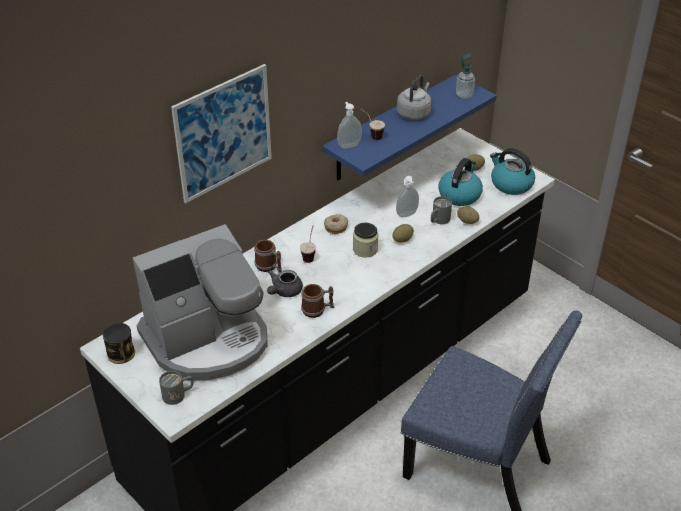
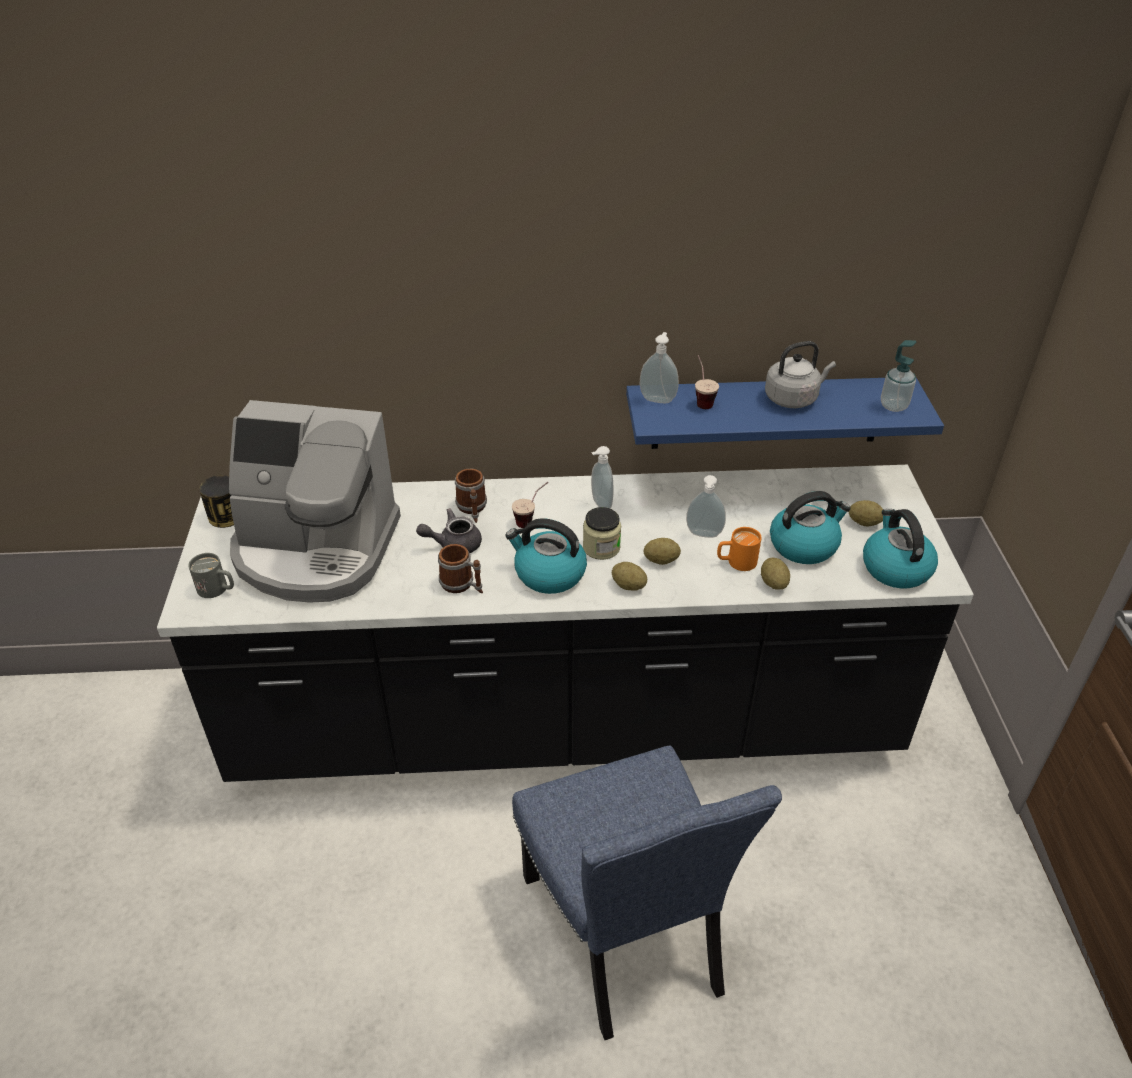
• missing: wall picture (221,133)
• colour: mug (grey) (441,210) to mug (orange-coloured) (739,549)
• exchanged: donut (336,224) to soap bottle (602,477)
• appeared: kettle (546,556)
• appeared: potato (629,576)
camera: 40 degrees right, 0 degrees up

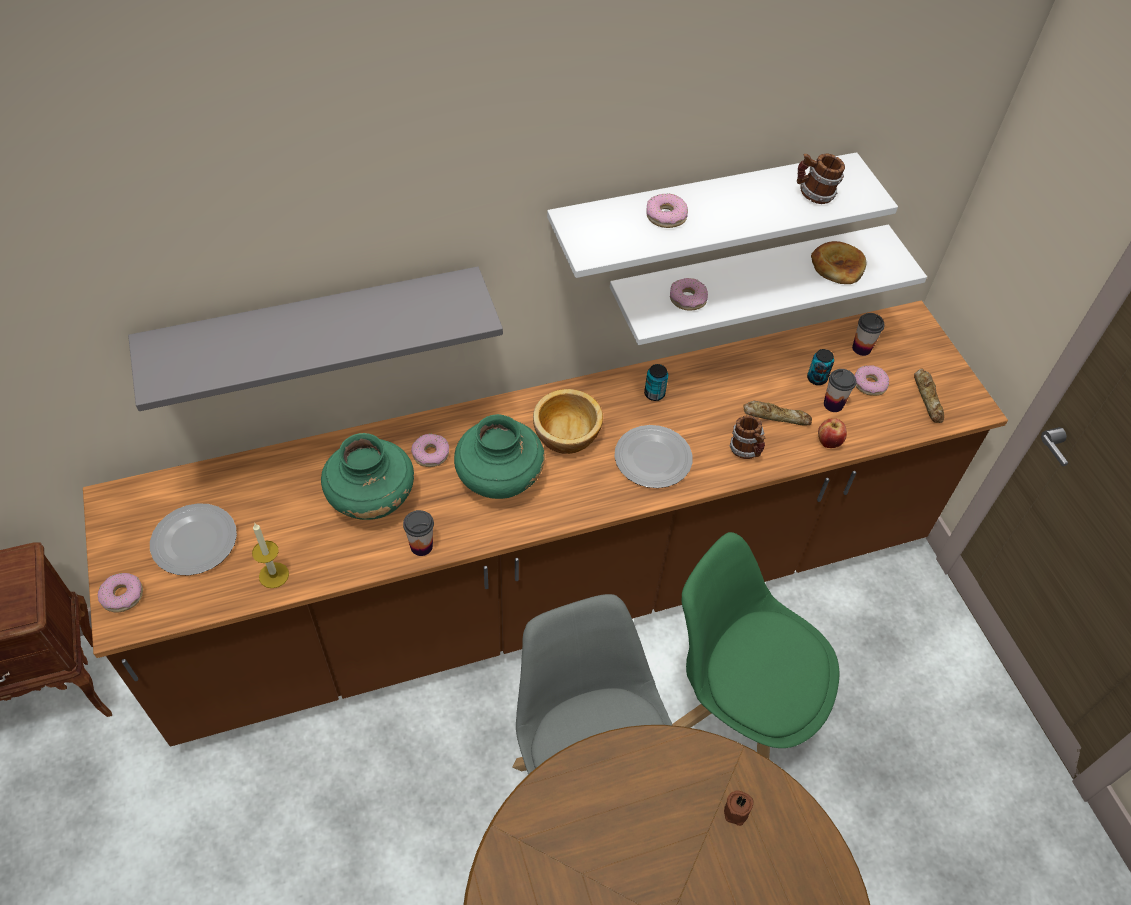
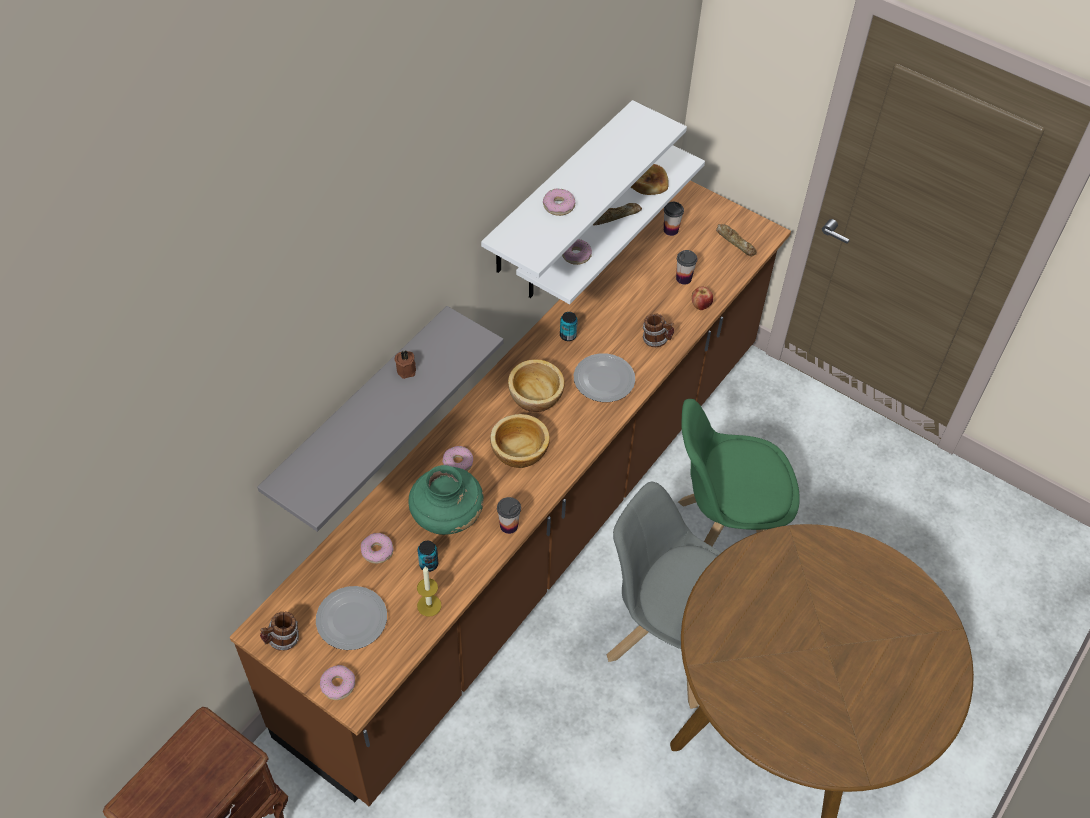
• relocated: mug (821,178) to (279,631)
• relocated: sealed can (820,367) to (427,556)
• relocated: donut (872,380) to (377,548)
• relocated: baked bread (778,413) to (617,214)
• exchanged: flower vase (green) (499,456) to serving bowl (520,441)
• relocated: wax light (brown-coloured) (738,808) to (405,364)
camera: 35 degrees left, 0 degrees up

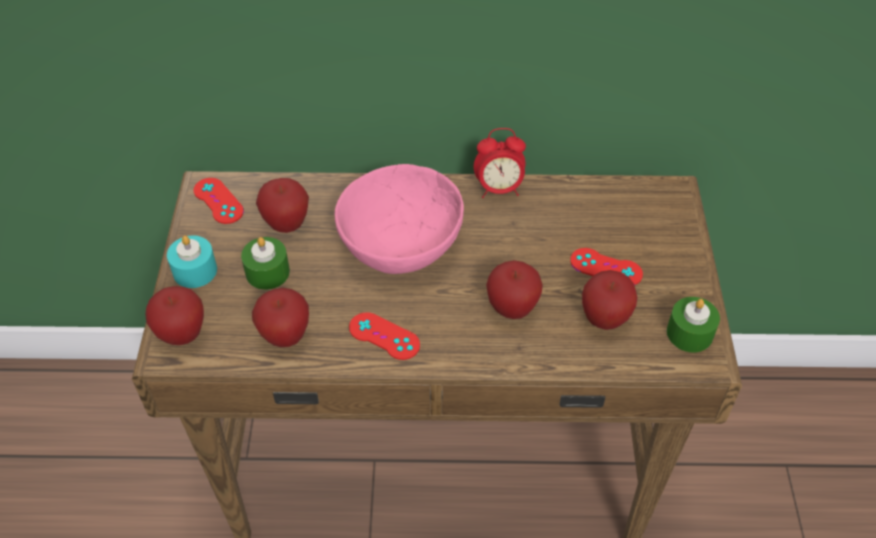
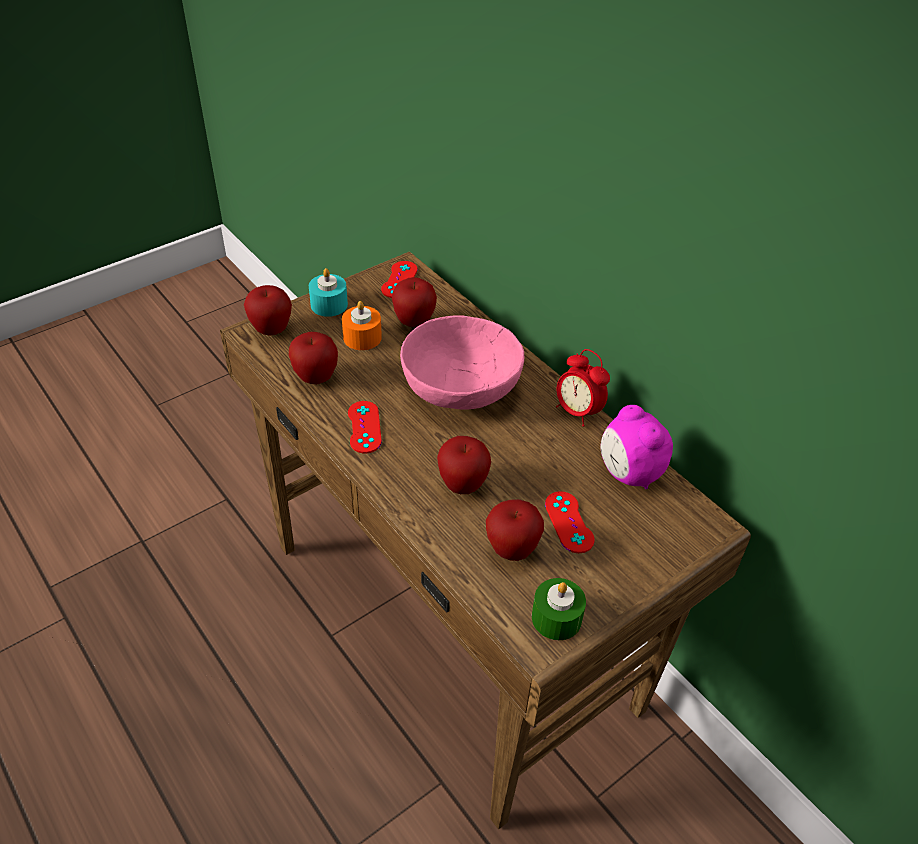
• colour: wax light (green) (265,263) to wax light (orange-coloured) (362,325)
• appeared: alarm clock (637,447)
camera: 50 degrees right, 5 degrees down

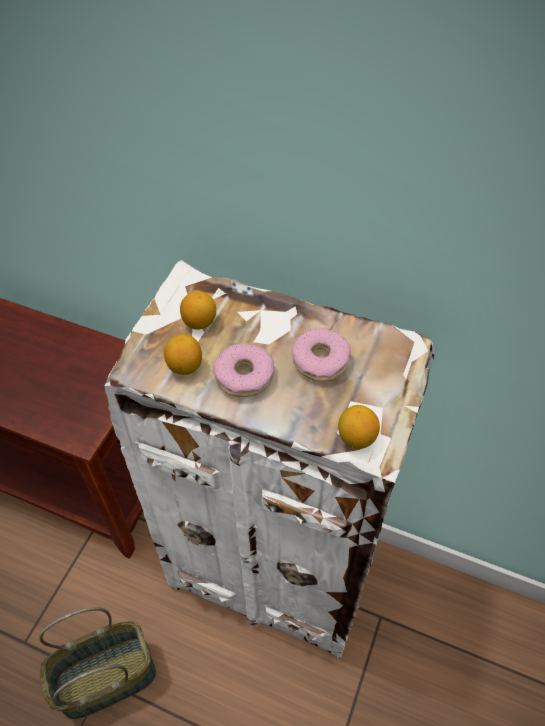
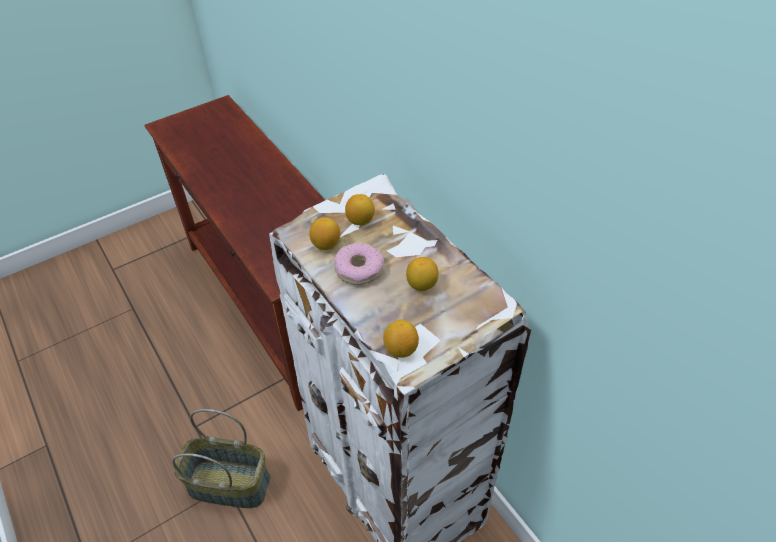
• exchanged: donut (321,355) to citrus fruit (422,274)
camera: 35 degrees right, 5 degrees down

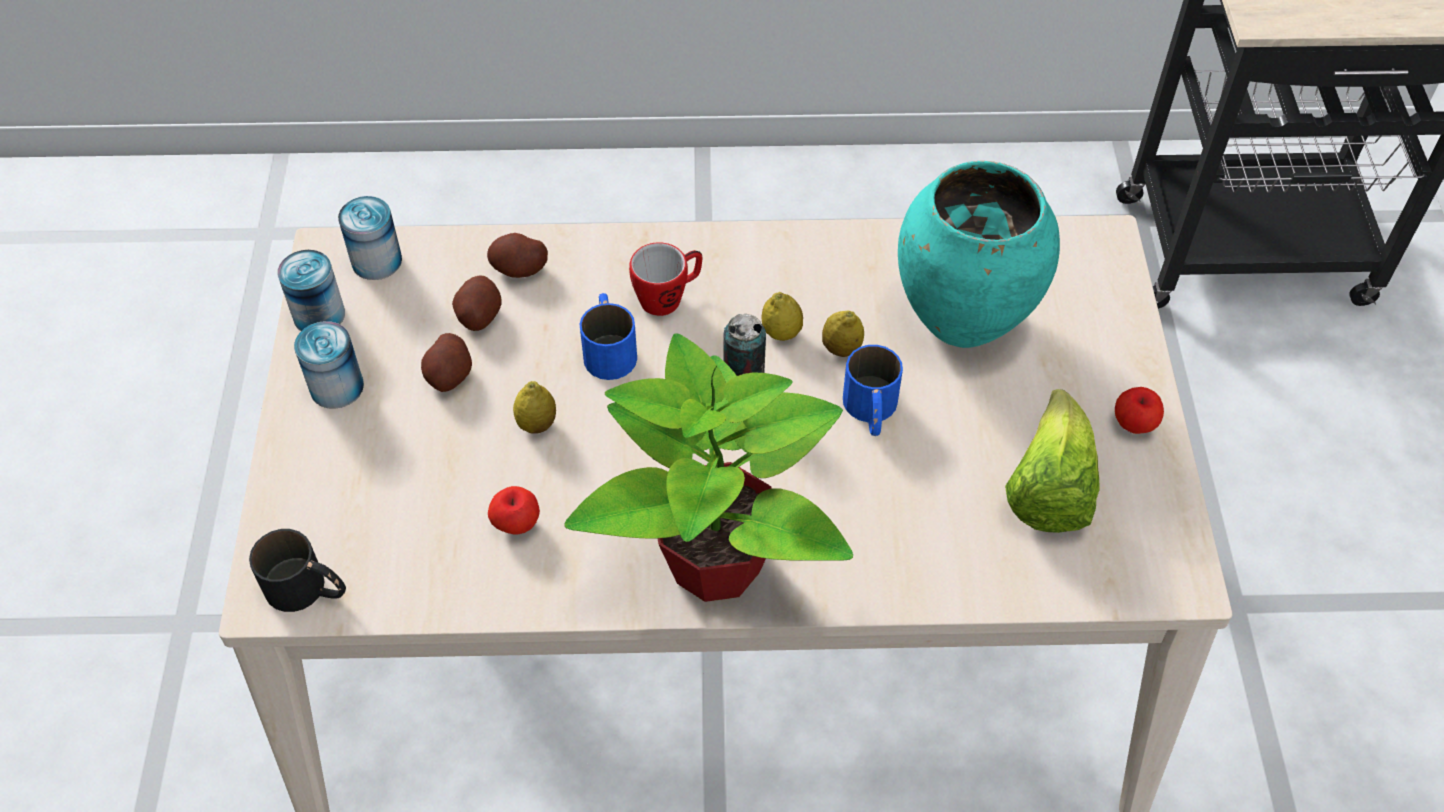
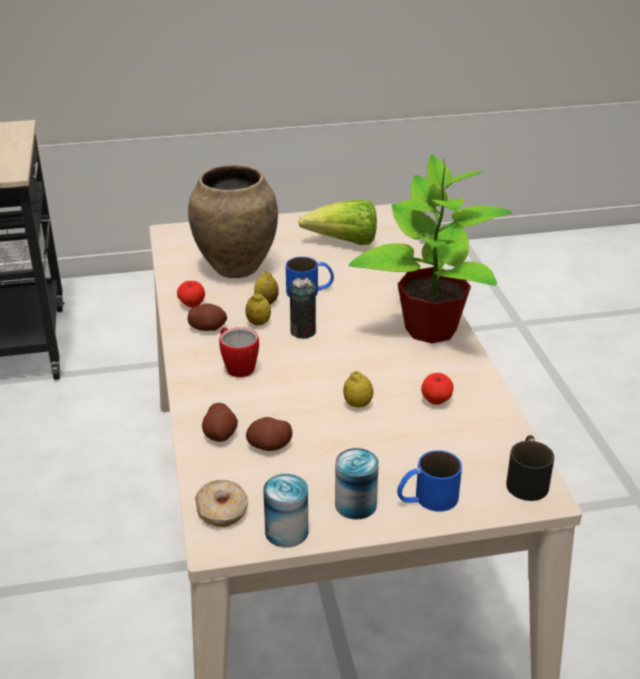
• colour: flower vase (blue-green) (979,254) to flower vase (brown-coloured) (233,221)
• exchanged: sealed can (370,238) to donut (221,503)
• relocated: mug (blue-coloured) (608,336) to (429,480)
• relocated: potato (446,362) to (207,317)
• relocated: apple fruit (1139,410) to (191,294)
camera: 100 degrees left, 20 degrees down

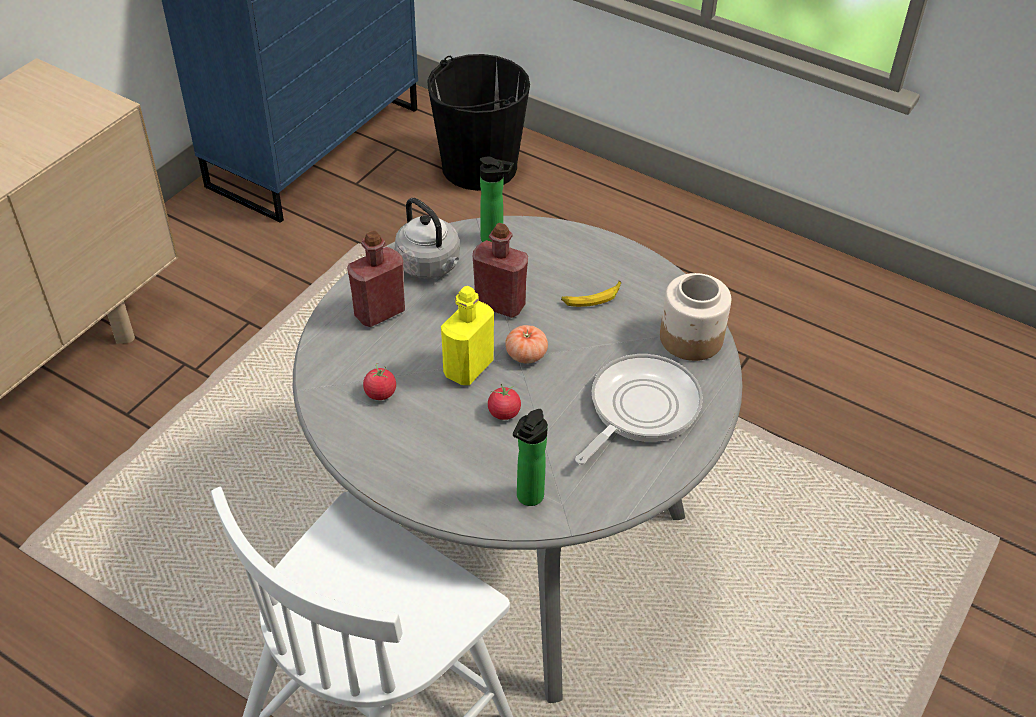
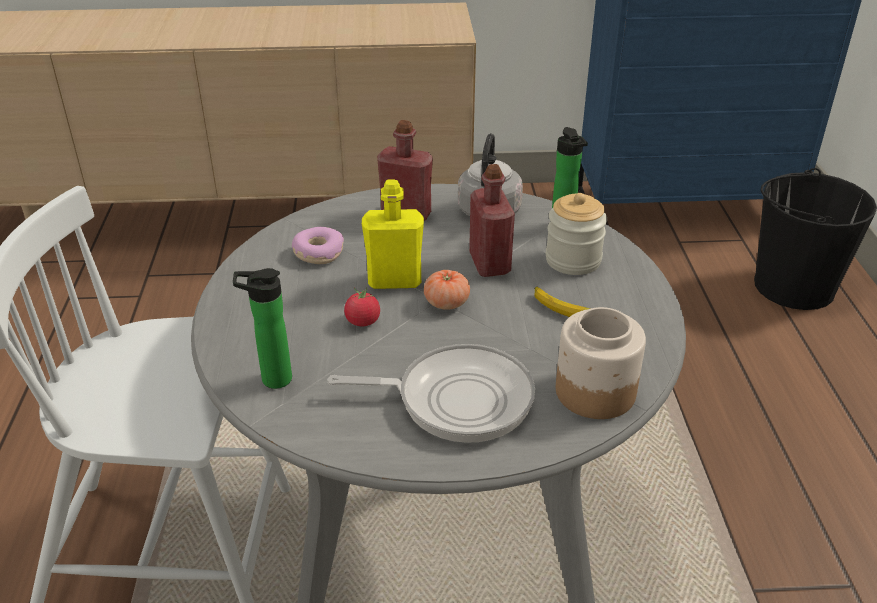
• exchanged: tomato (379,381) to donut (318,245)
• appeared: storage jar (576,234)
camera: 55 degrees right, 10 degrees down

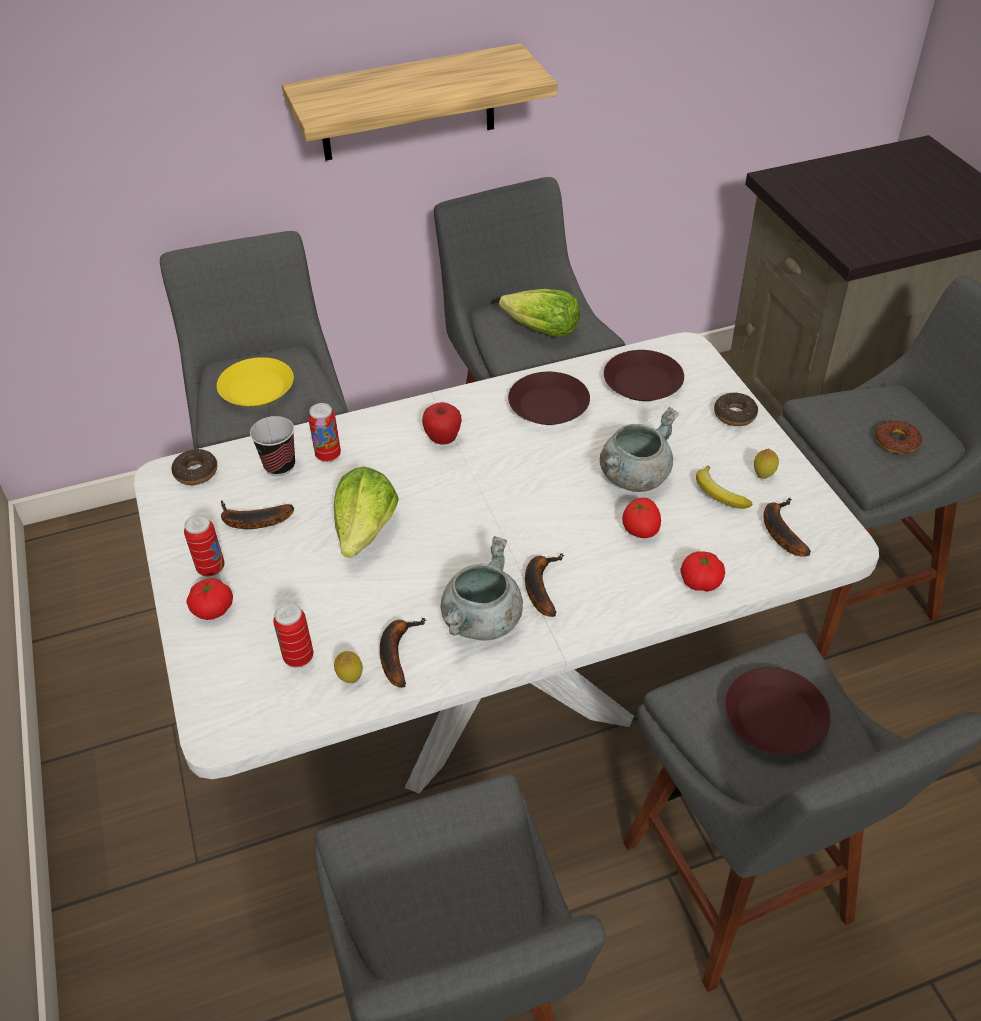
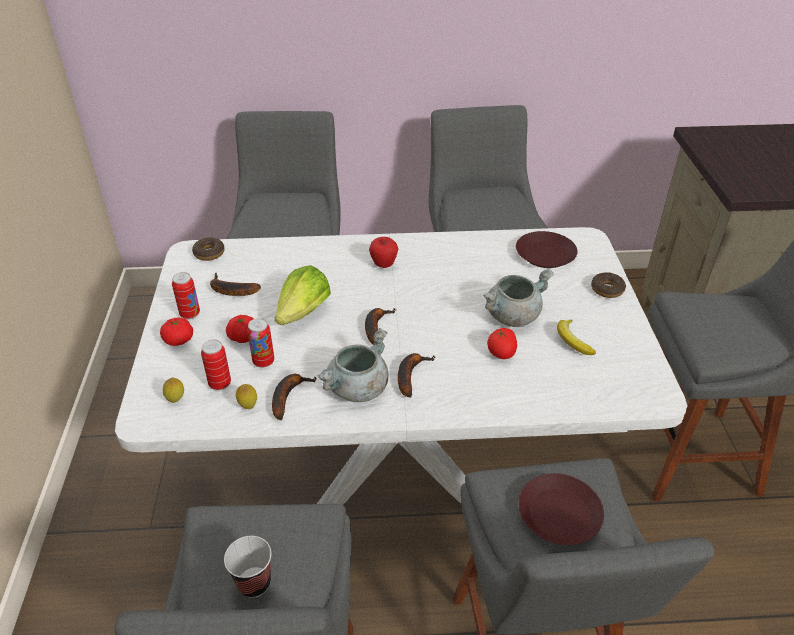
• missing: bracket shelf (420,102)
• missing: lettuce head (539,313)
• missing: flat dish (yellow) (255,382)
• missing: flat dish (brown-coloured) (549,398)
• relocated: sealed can (324,432) to (260,343)
• relocated: cup (272,446) to (248,567)
• missing: donut (898,437)
• relocated: citrus fruit (766,464) to (173,390)
• relocated: banana (787,527) to (380,326)
• relocated: tomato (702,571) to (240,329)
camera: 15 degrees right, 5 degrees down

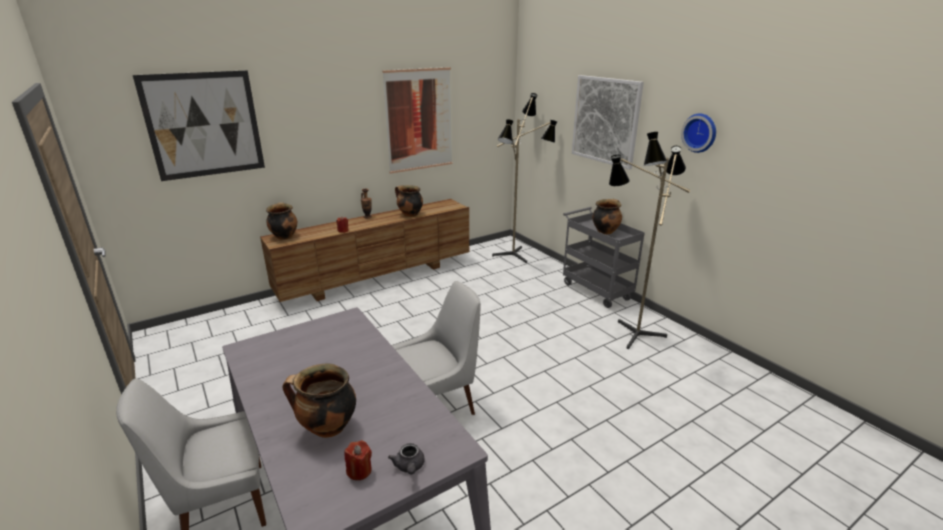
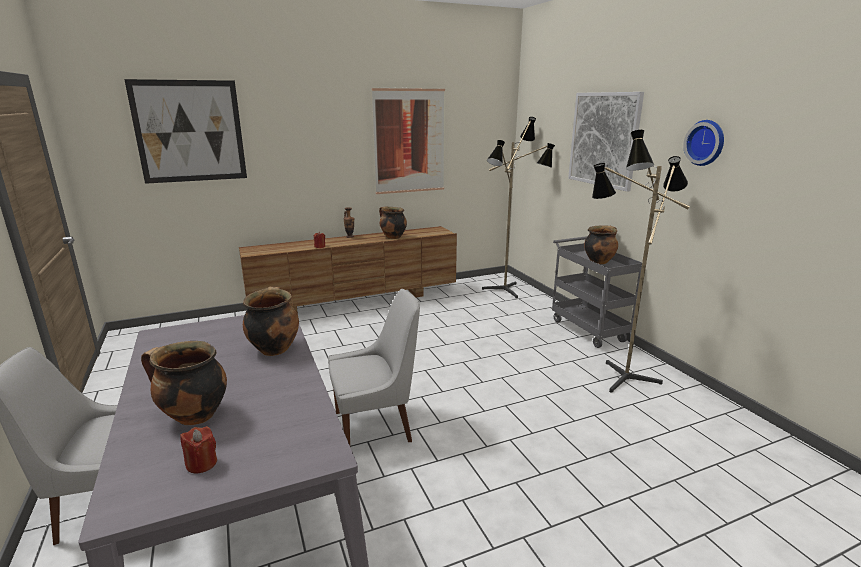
• relocated: stockpot (281,221) to (271,321)
• missing: pot for tea (grey) (406,459)
camera: 10 degrees right, 5 degrees down

